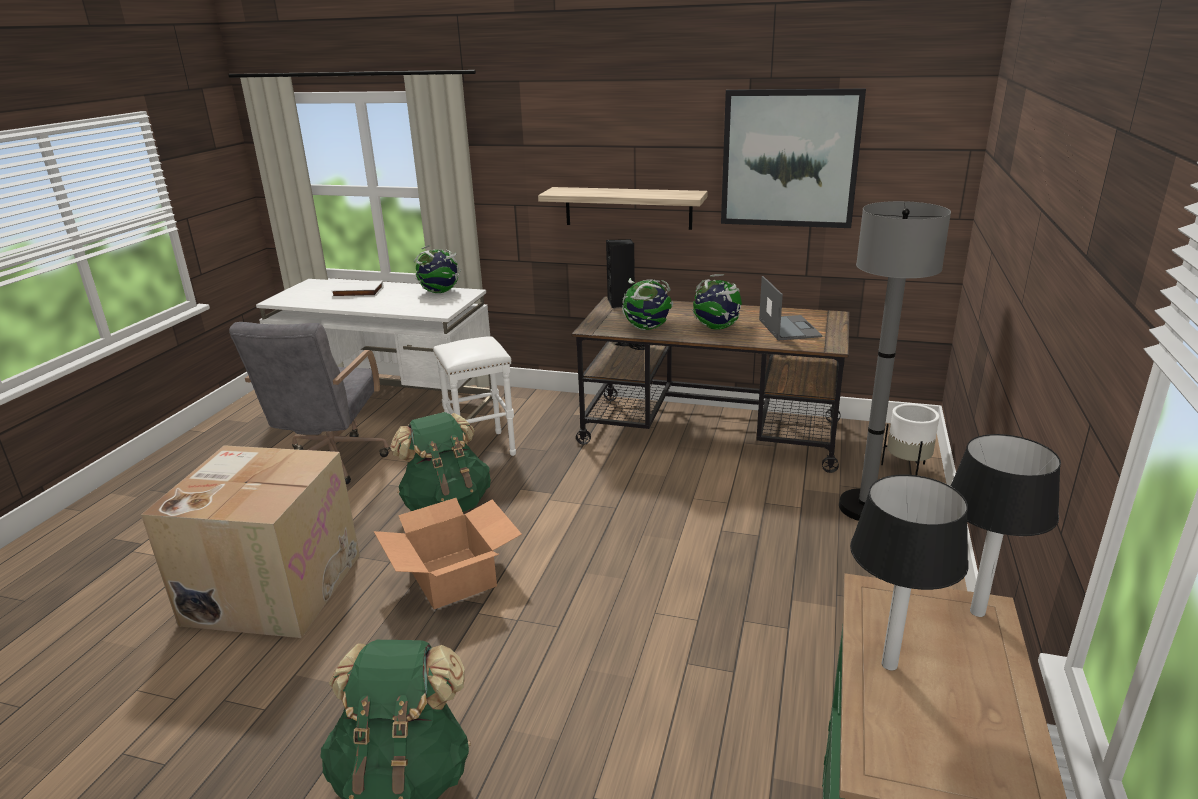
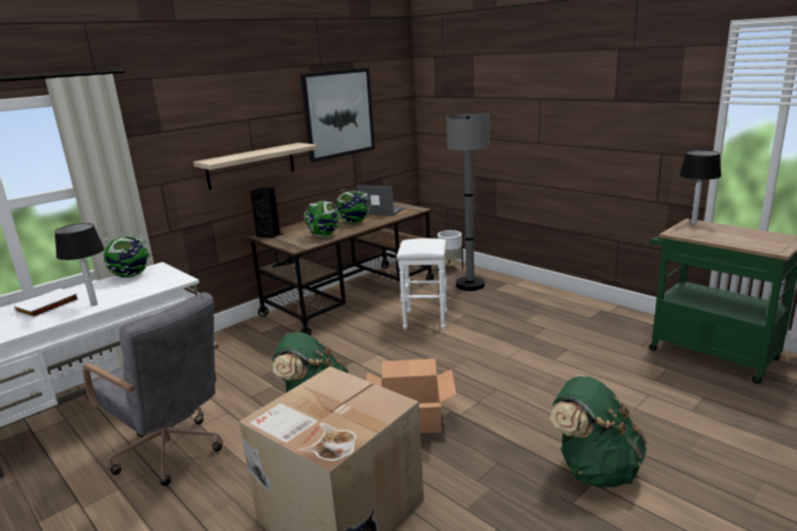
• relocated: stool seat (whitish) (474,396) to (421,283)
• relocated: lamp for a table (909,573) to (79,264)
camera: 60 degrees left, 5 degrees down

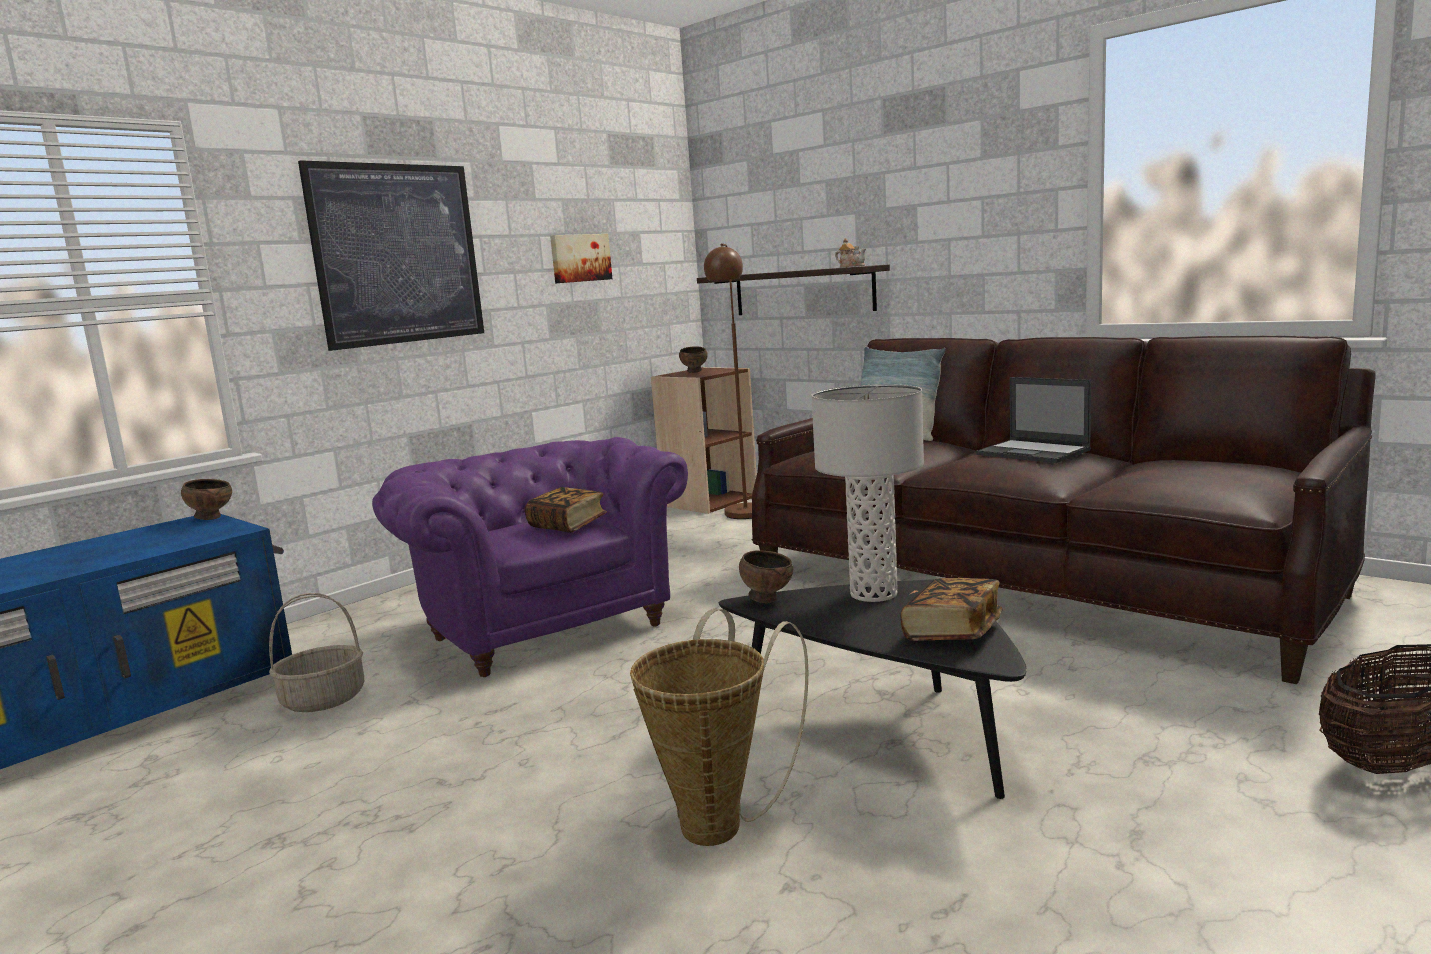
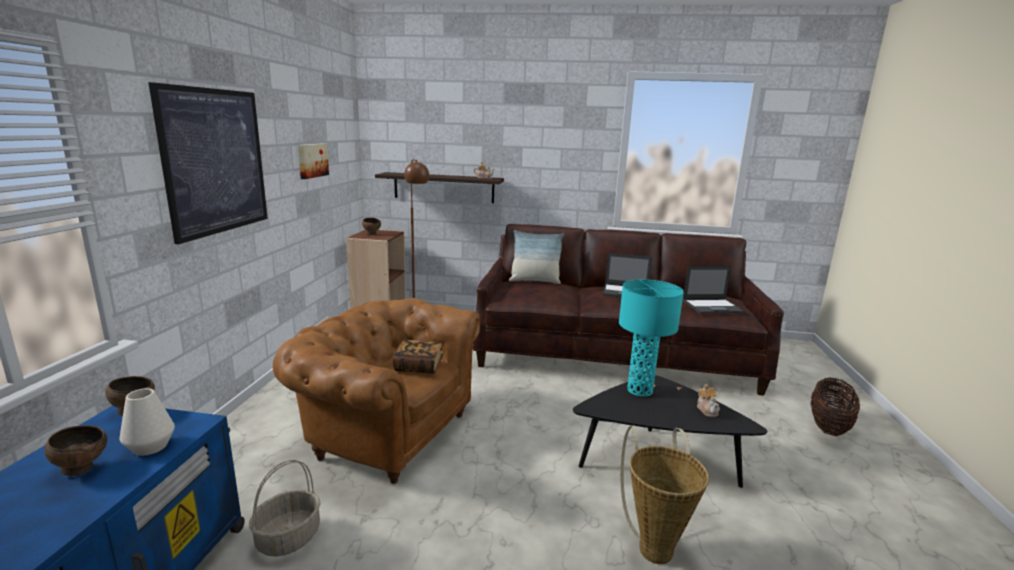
• colour: lamp for a table (whitish) (867,493) to lamp for a table (blue-green) (651,338)
• colour: lounge chair (purplish) (530,557) to lounge chair (brown-coloured) (376,391)
• relocated: serving bowl (brown-coloured) (766,576) to (75,450)
• exchanged: book (951,609) to pot for tea (708,400)
• appeared: portable computer (714,290)
• appeared: flower vase (whitish) (147,422)
camera: 35 degrees left, 5 degrees up

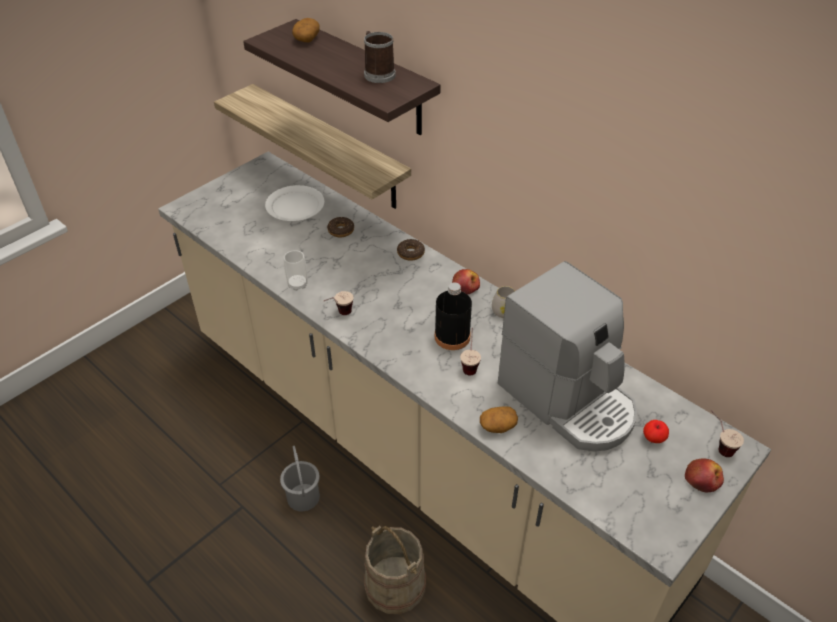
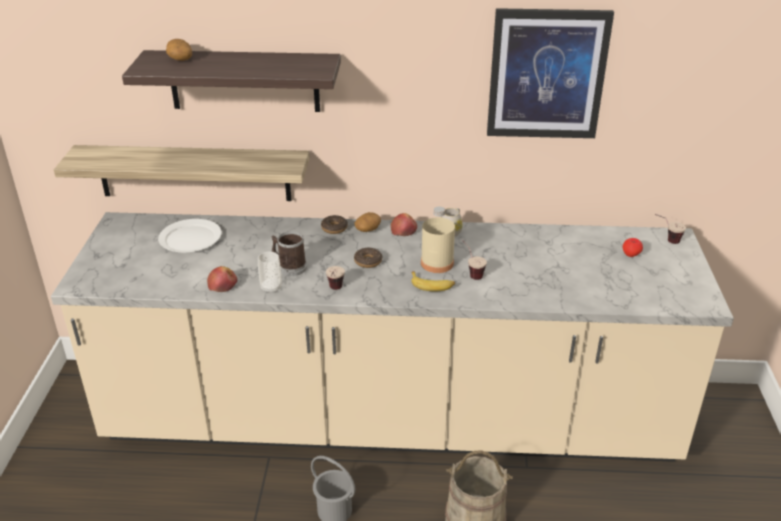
• relocated: mug (380,57) to (289,254)
• relocated: donut (340,227) to (368,258)
• missing: coffee machine (567,356)
• colour: beverage bottle (blackish) (453,316) to beverage bottle (beige) (438,239)
• relocated: potato (499,419) to (367,222)
• relocated: apple fruit (704,475) to (222,279)
• appeared: wall picture (550,73)
• appeared: banana (433,281)
camera: 40 degrees left, 10 degrees down

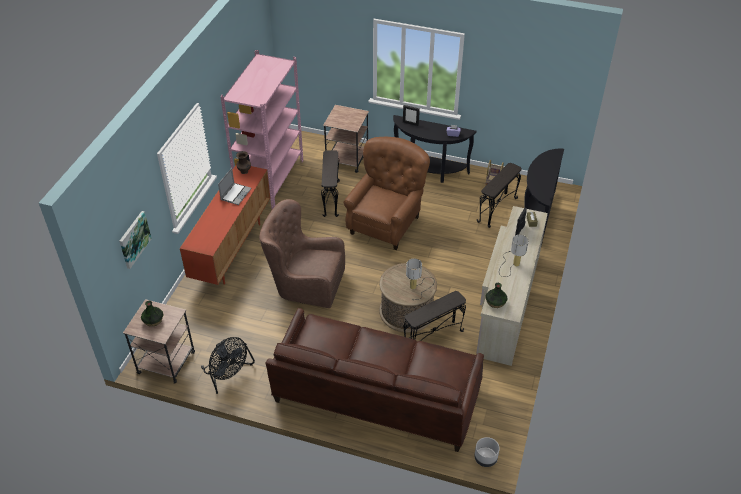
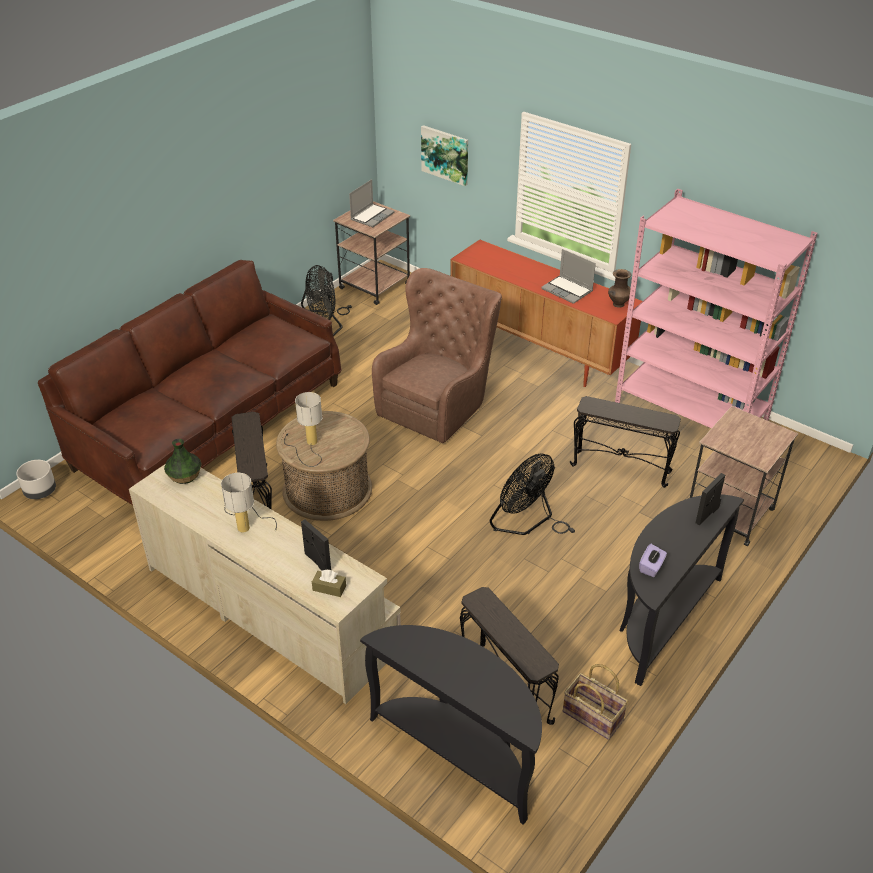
• exchanged: lounge chair (brown-coloured) (387,193) to electric fan (blackish) (532,494)
• exchanged: flower vase (152,313) to portable computer (372,203)
camera: 110 degrees right, 5 degrees down

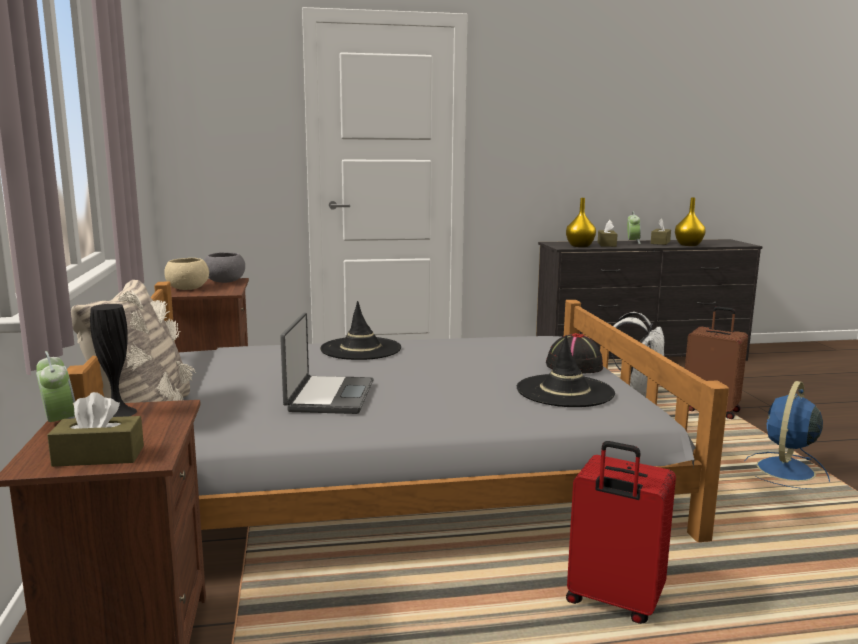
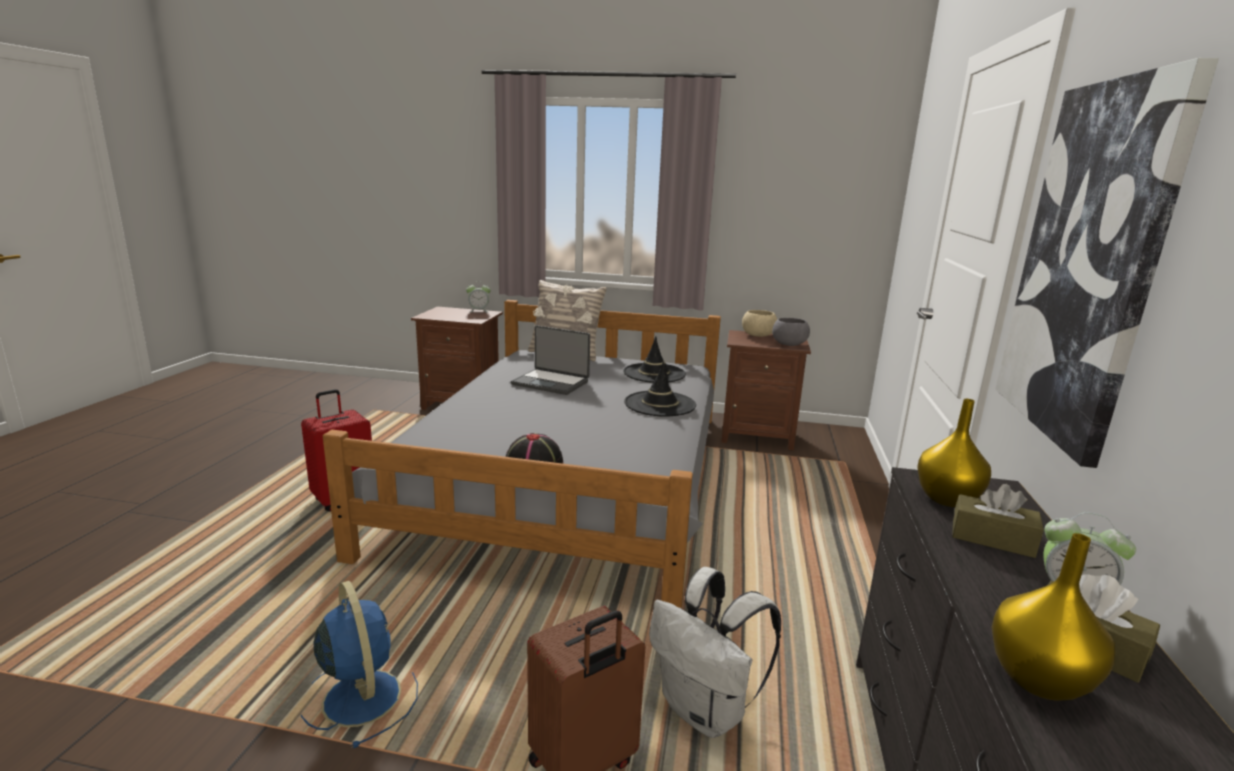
• missing: flower vase (blackish) (113,360)
• relocated: wearable hat (blackish) (566,371) to (654,359)
• missing: tissue box (brown-coloured) (95,429)
• appeared: wall picture (1107,263)
camera: 110 degrees right, 5 degrees up

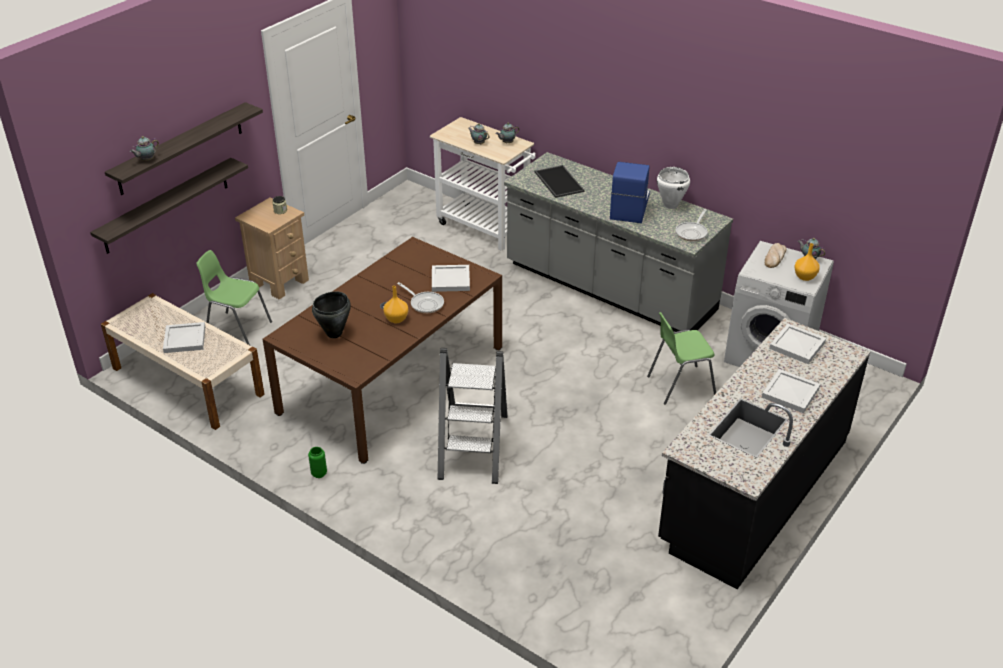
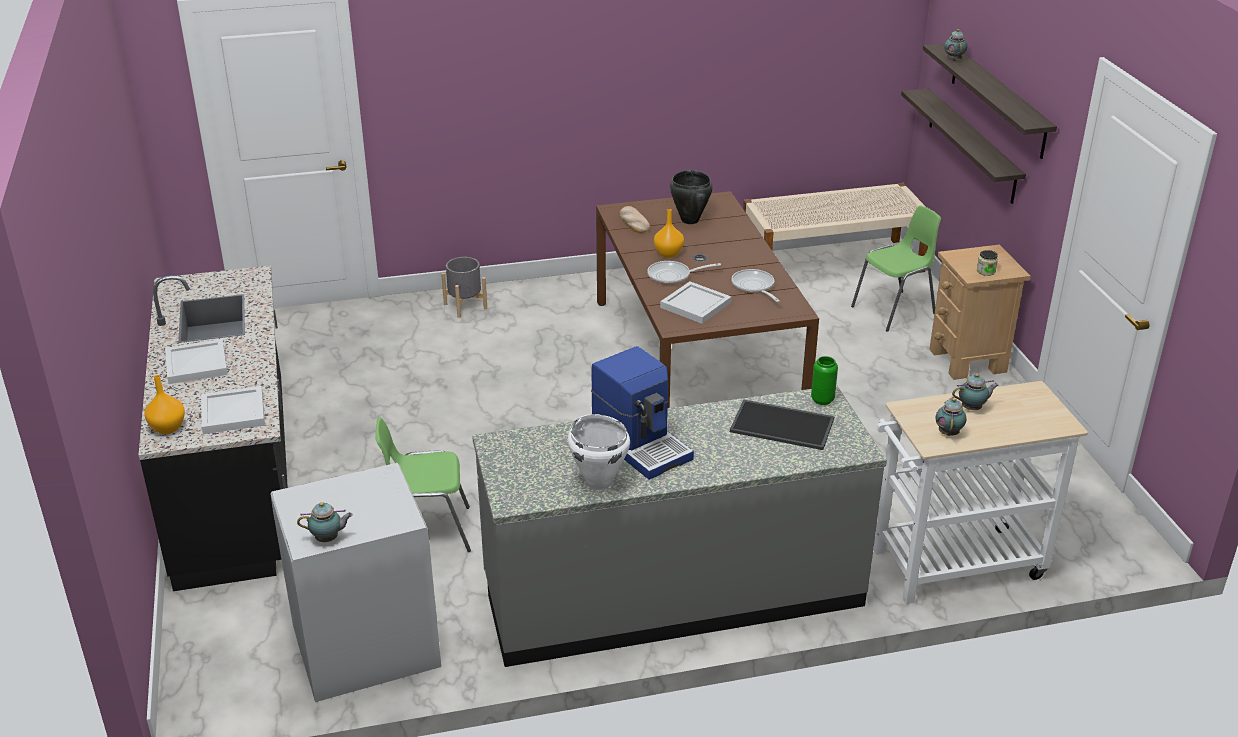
• relocated: frying pan (692,225) to (756,285)
• relocated: baked bread (775,255) to (634,219)
• relocated: flower vase (orange-coloured) (807,262) to (165,404)
• spun: upright chair (green) (681,358) = (423,485) 120 degrees counterclockwise
• missing: carrying tray (whitish) (184,337)
• missing: stepladder (grey) (472,416)
• relocated: flower vase (green) (317,462) to (824,380)
• appeared: plant pot (grey) (464,287)
camera: 130 degrees right, 5 degrees down

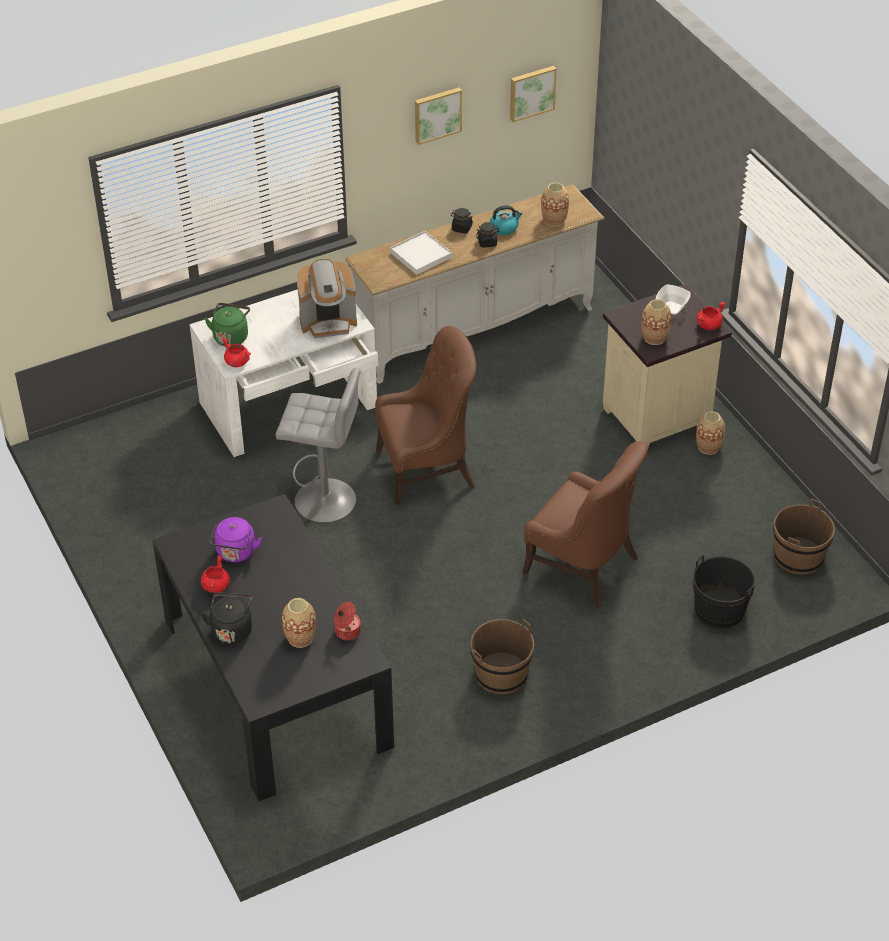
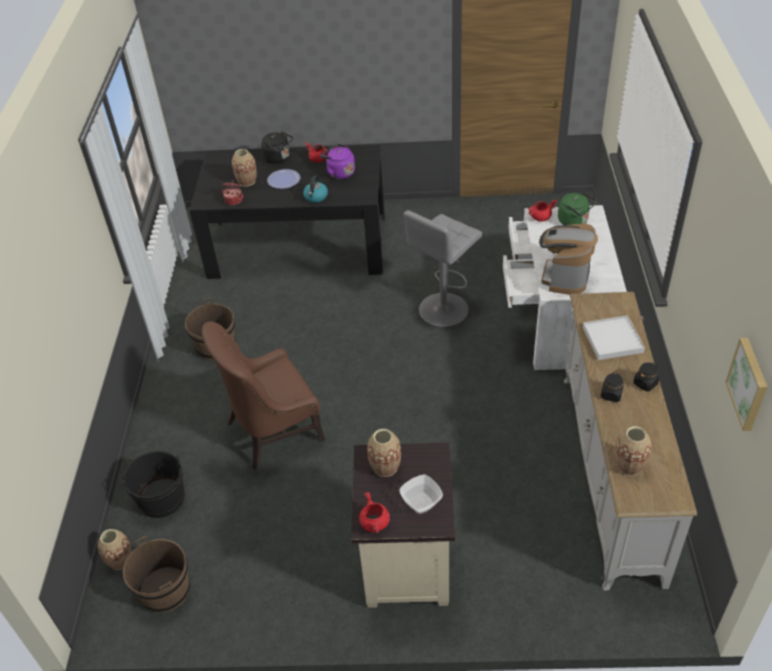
• missing: wall picture (438,116)
• relocated: kettle (506,220) to (315,189)
• missing: upright chair (brown-coloured) (426,416)
• relocated: flower vase (710,433) to (114,549)
• appeared: flat dish (283,179)
camera: 120 degrees right, 0 degrees up

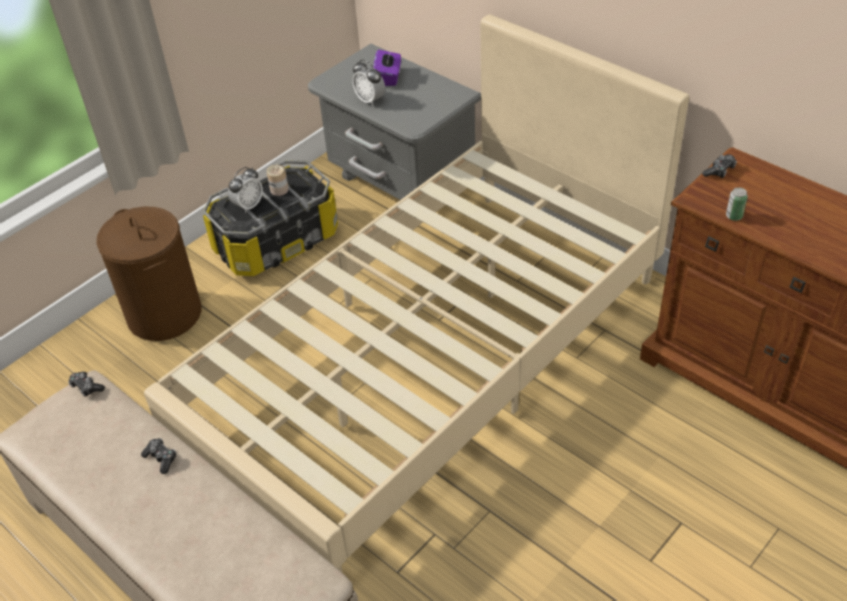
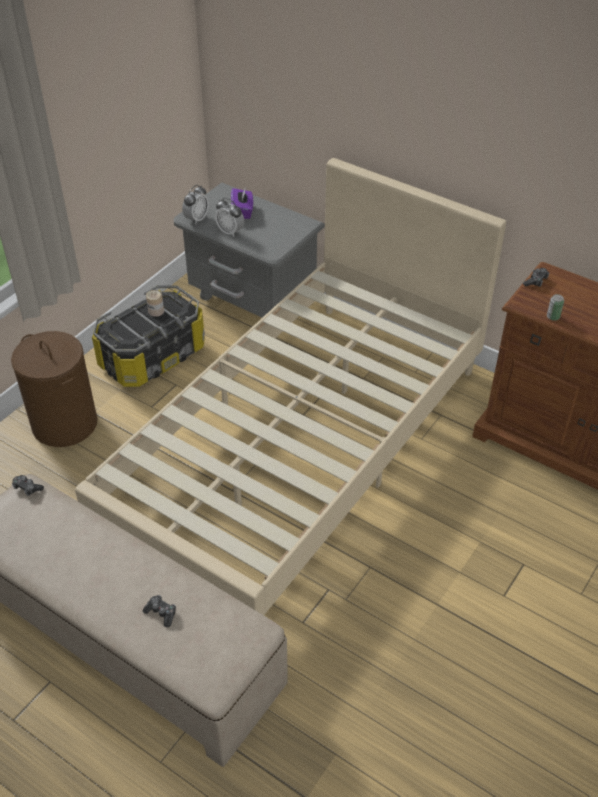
• relocated: alarm clock (245,190) to (195,205)
• relocated: joypad (158,456) to (159,611)
camera: 10 degrees left, 0 degrees up

